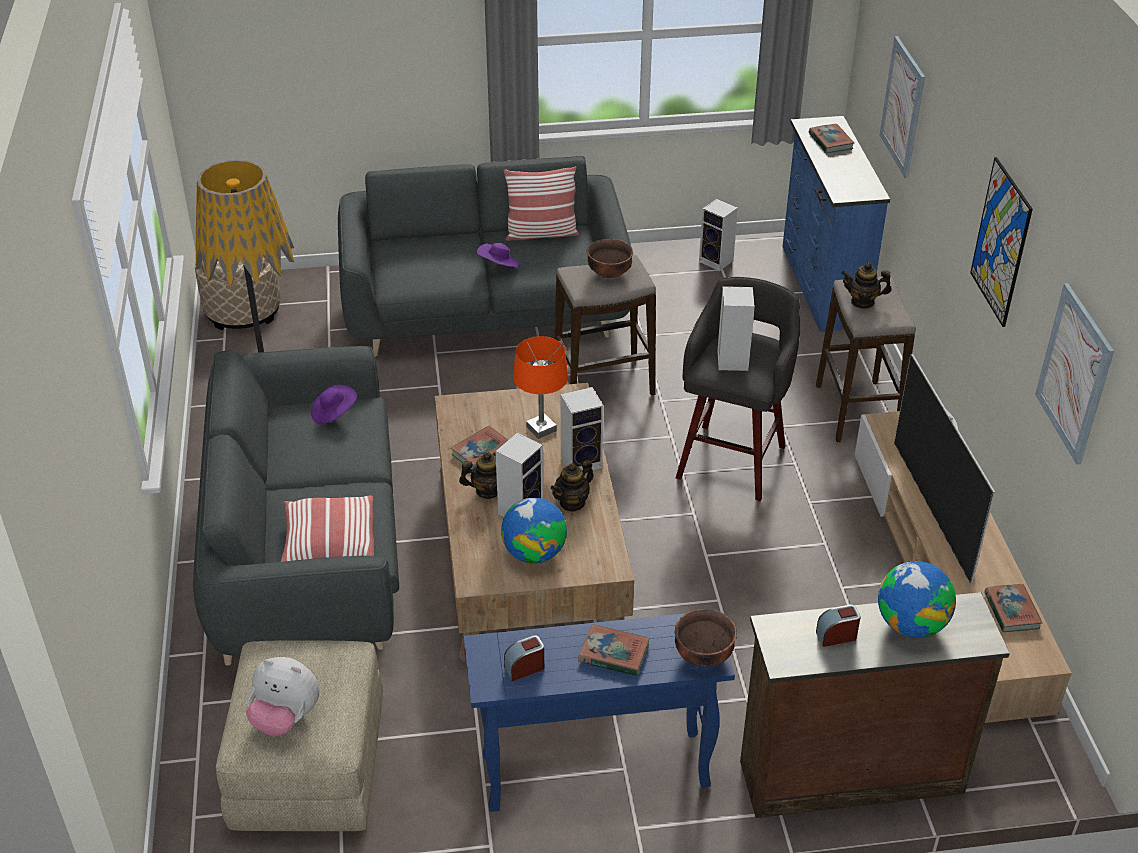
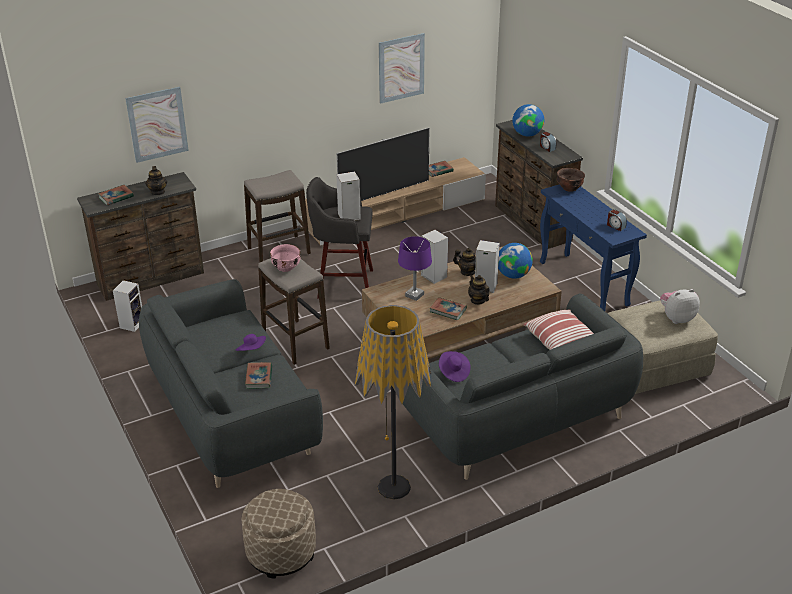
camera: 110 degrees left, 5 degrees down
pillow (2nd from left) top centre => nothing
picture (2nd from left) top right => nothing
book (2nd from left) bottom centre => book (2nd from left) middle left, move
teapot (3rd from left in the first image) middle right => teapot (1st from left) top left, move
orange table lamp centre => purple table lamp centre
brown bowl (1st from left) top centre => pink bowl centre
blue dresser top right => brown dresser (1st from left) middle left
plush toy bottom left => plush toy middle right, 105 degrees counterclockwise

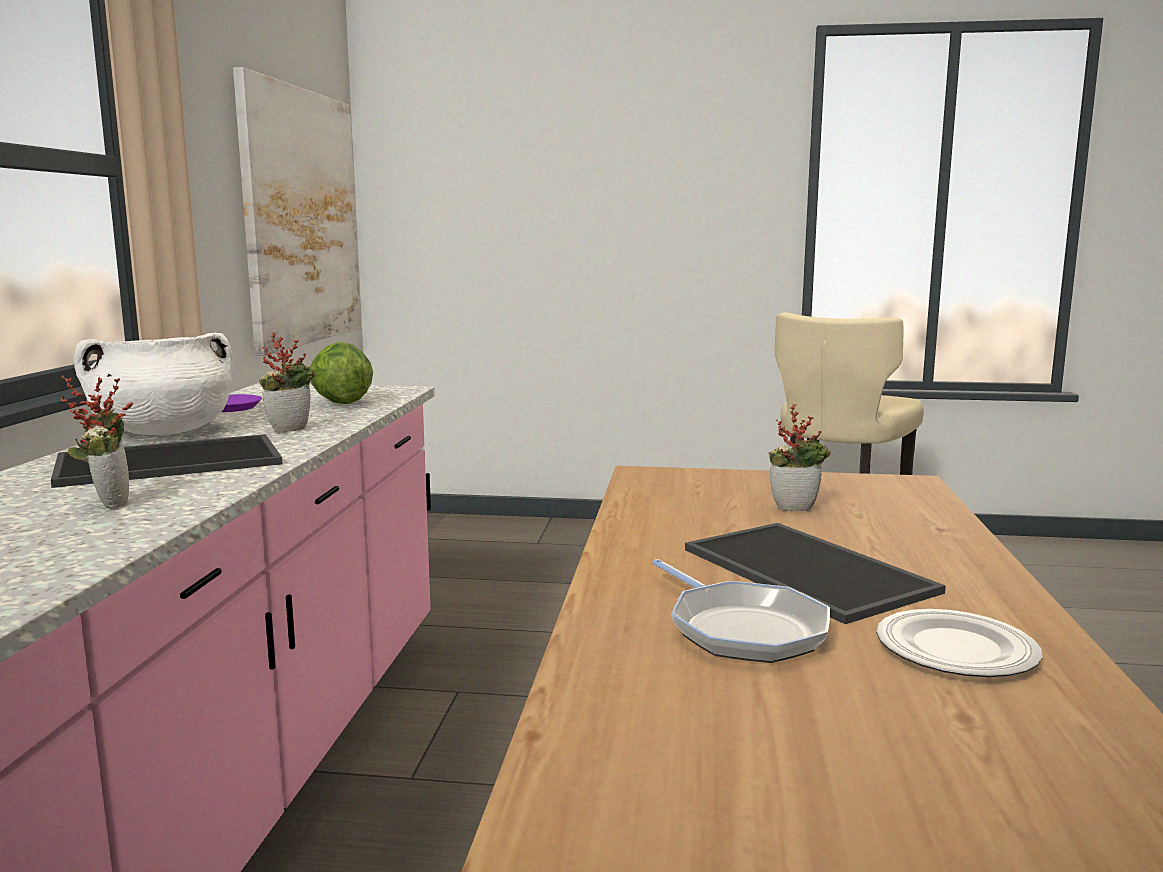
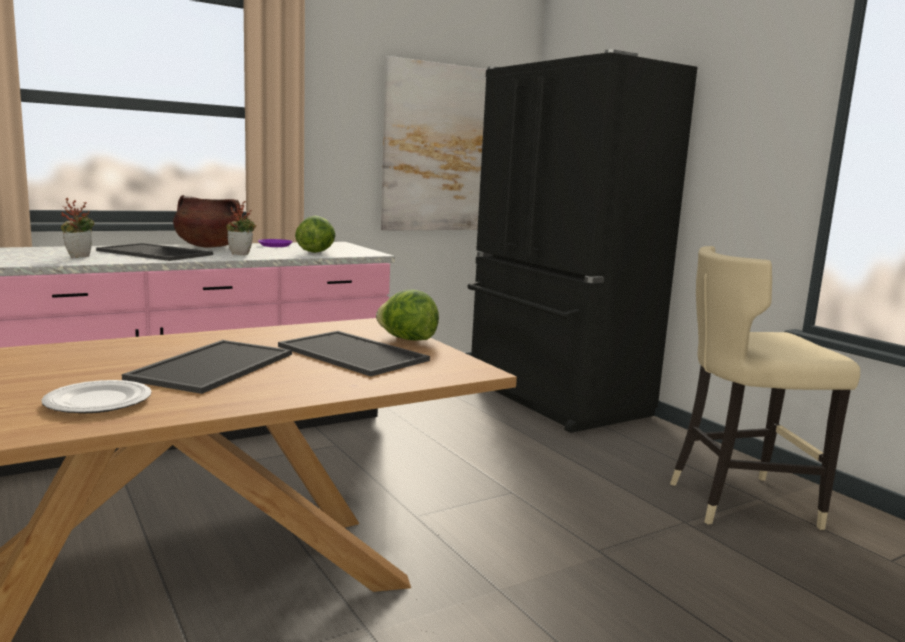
camera: 50 degrees right, 0 degrees up
frying pan bottom centre => nothing
nothing => lettuce (2nd from left) centre
nothing => black fridge centre
potted plant (3rd from left) middle right => tray (3rd from left) centre
white cooking pot middle left => brown cooking pot middle left

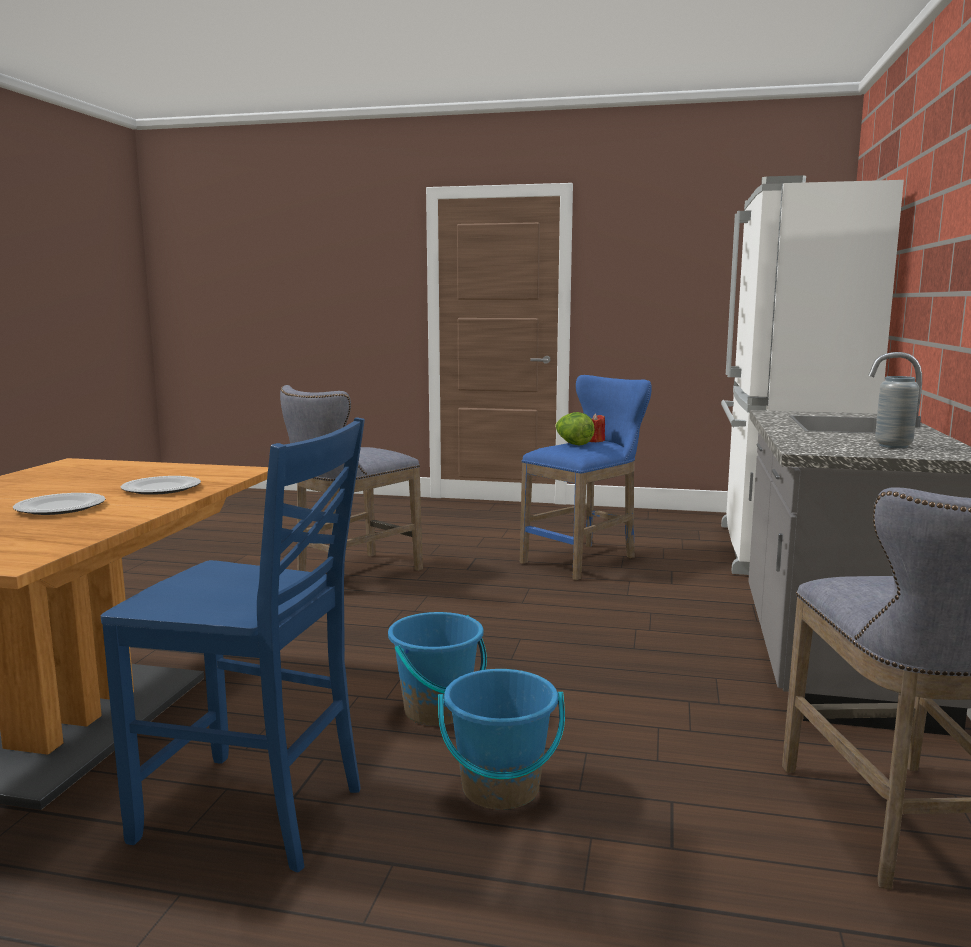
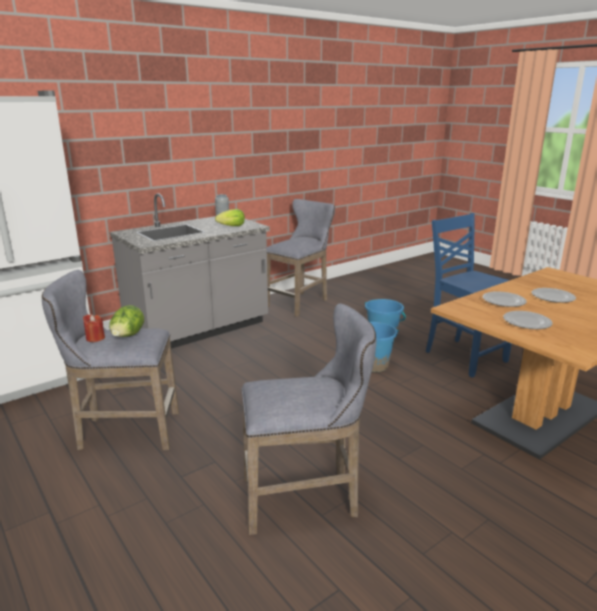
camera: 140 degrees left, 10 degrees up
nothing => lettuce (2nd from left) centre
nothing => plate (2nd from left) middle right
blue stool centre => grey stool (1st from left) middle left

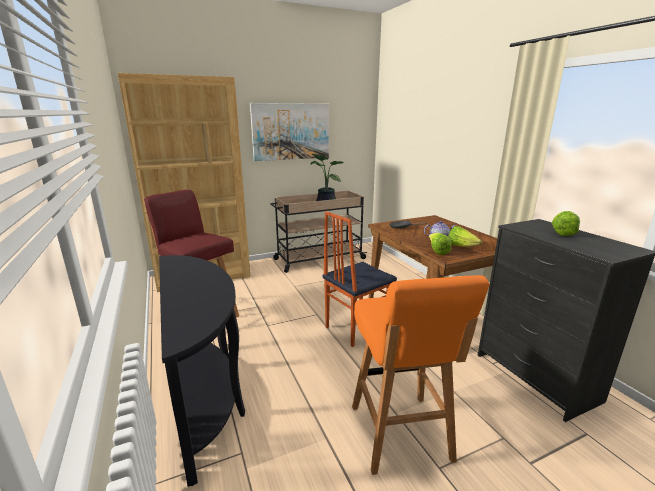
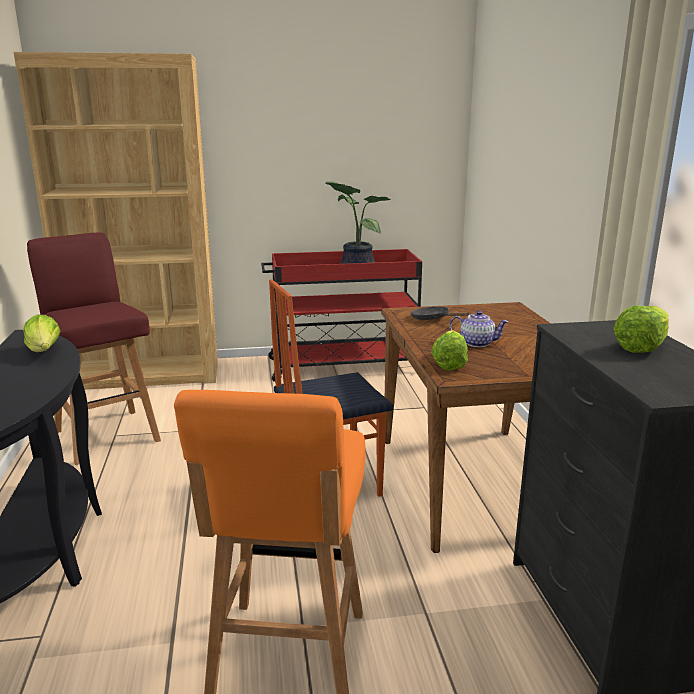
camera: 15 degrees right, 0 degrees up
picture top centre => nothing
lettuce (2nd from left in the first image) middle right => lettuce (1st from left) middle left, move
beige cart centre => red cart centre

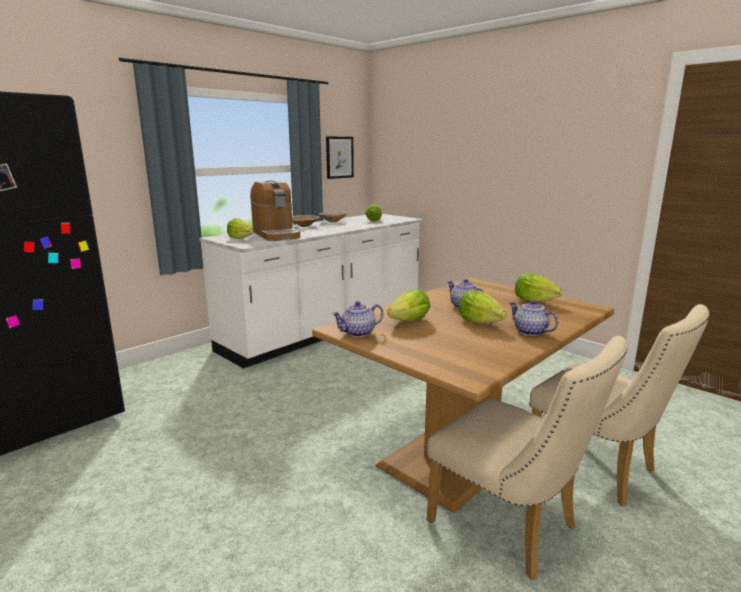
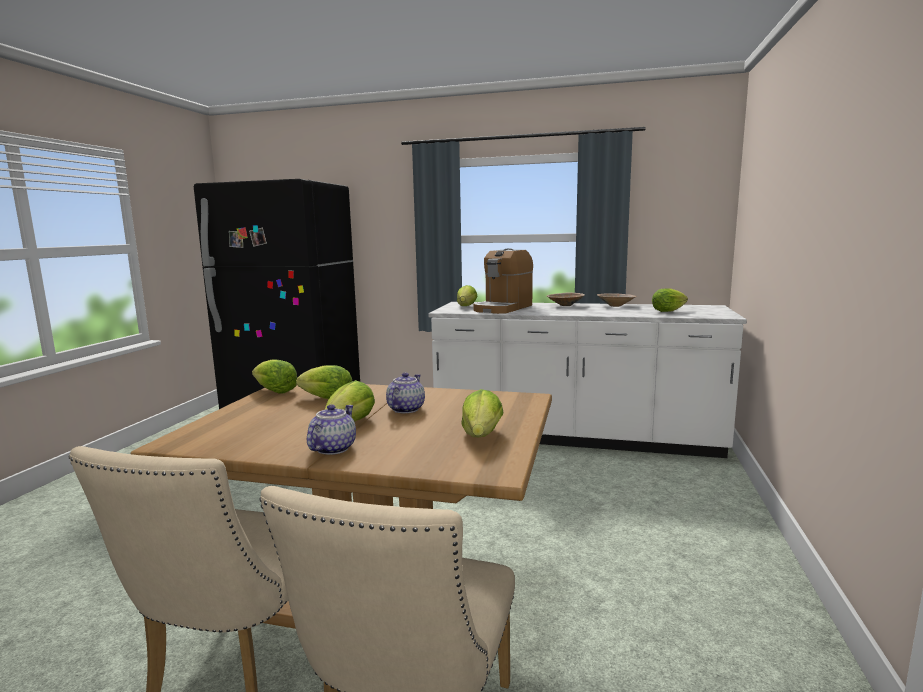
camera: 60 degrees right, 5 degrees down
picture top centre => nothing
teapot (1st from left) centre => lettuce (1st from left) middle left

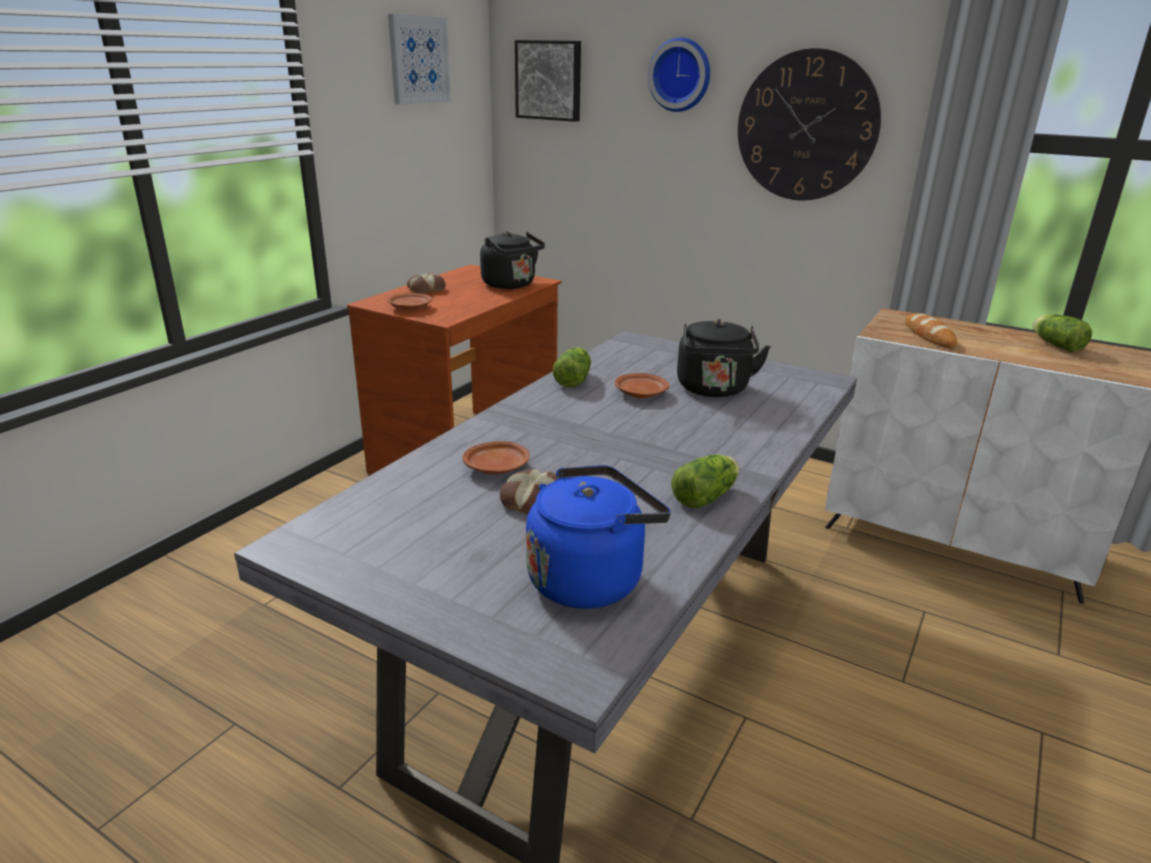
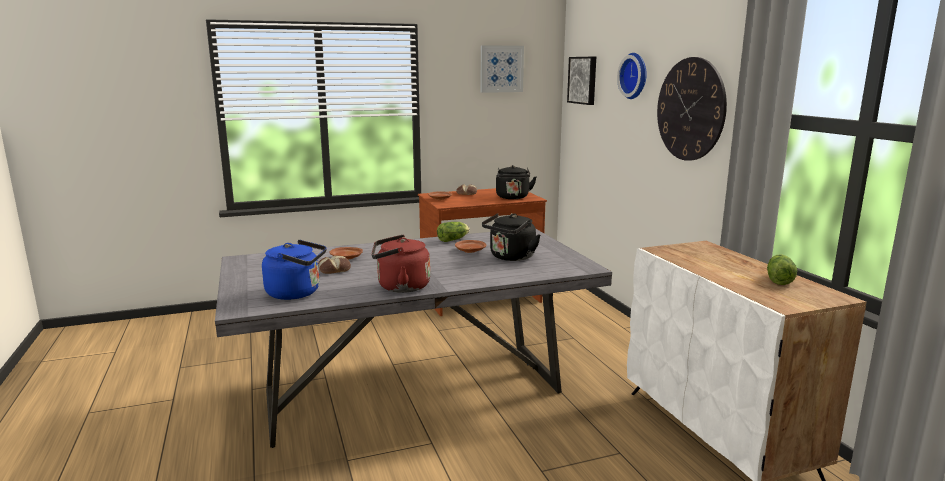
camera: 40 degrees right, 10 degrees down
bread (3rd from left) middle right => nothing
lettuce (2nd from left) centre => red kettle centre

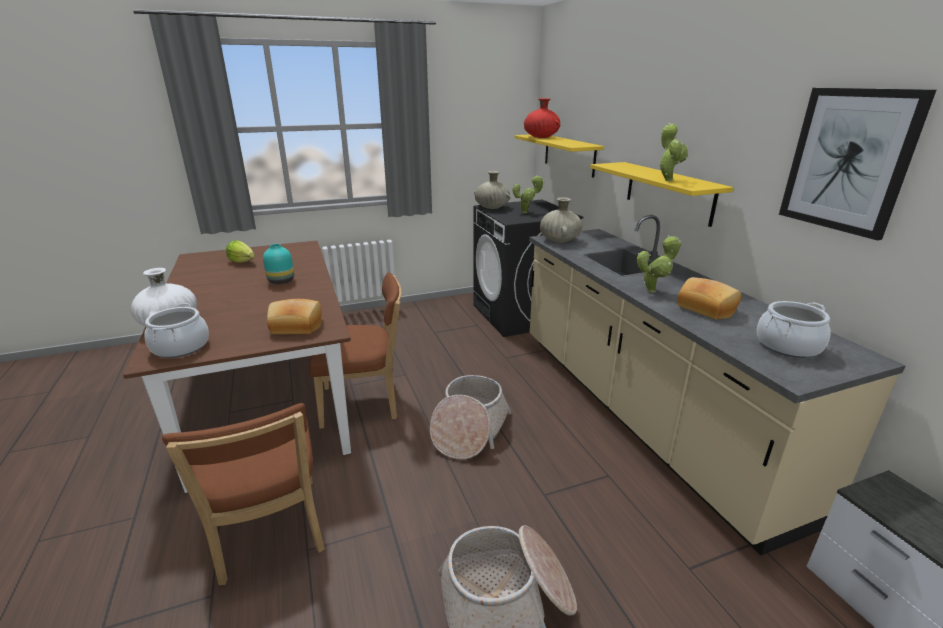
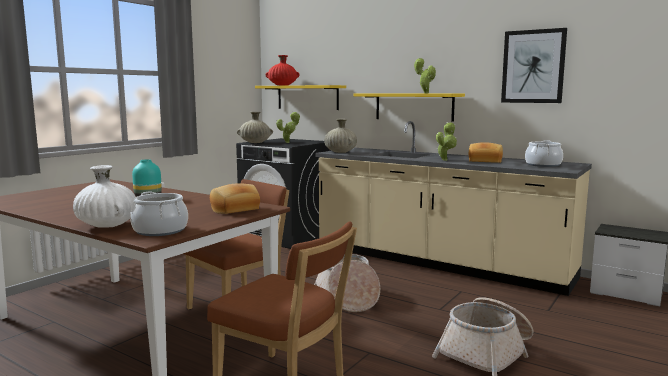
camera: 35 degrees left, 15 degrees down
lettuce middle left => nothing

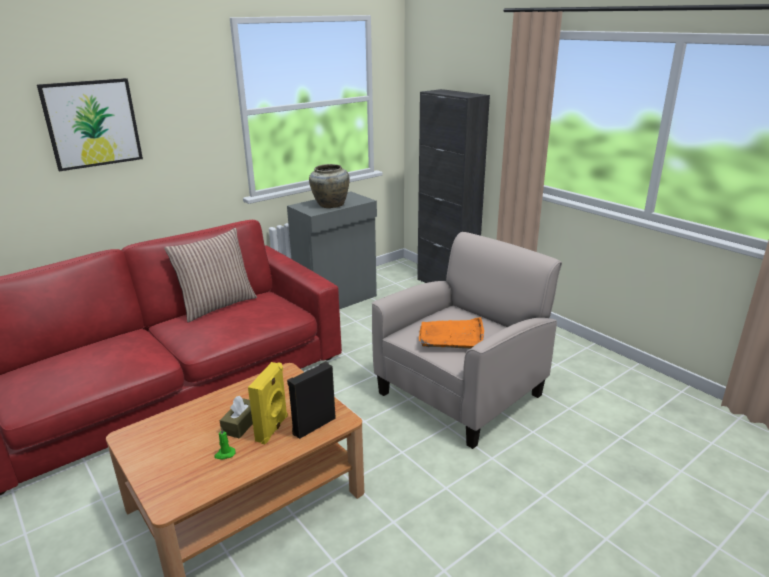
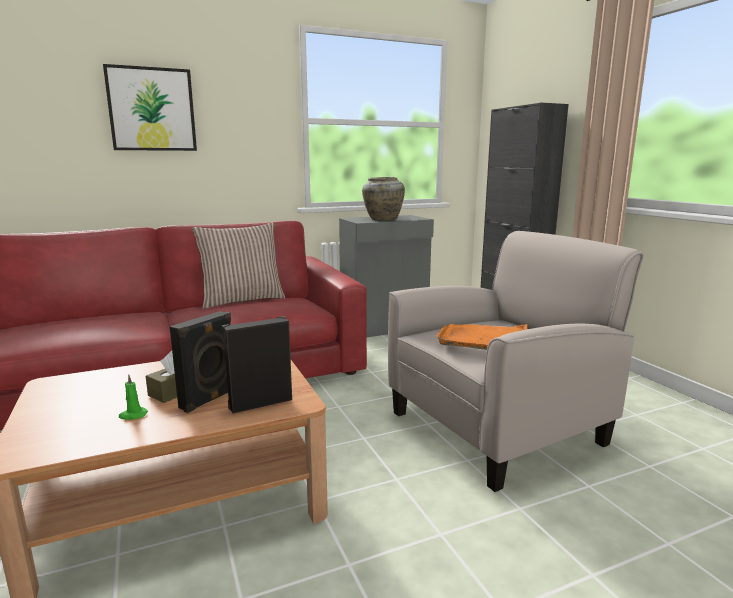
camera: 15 degrees right, 10 degrees down
yellow speaker bottom centre => black speaker (1st from left) middle left

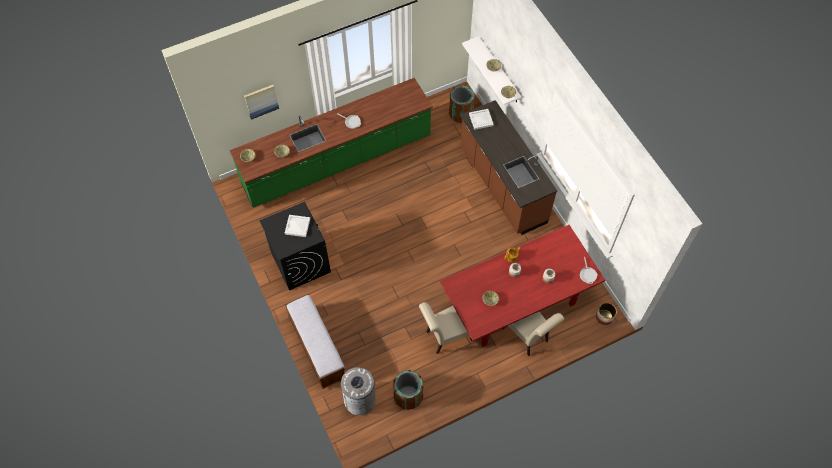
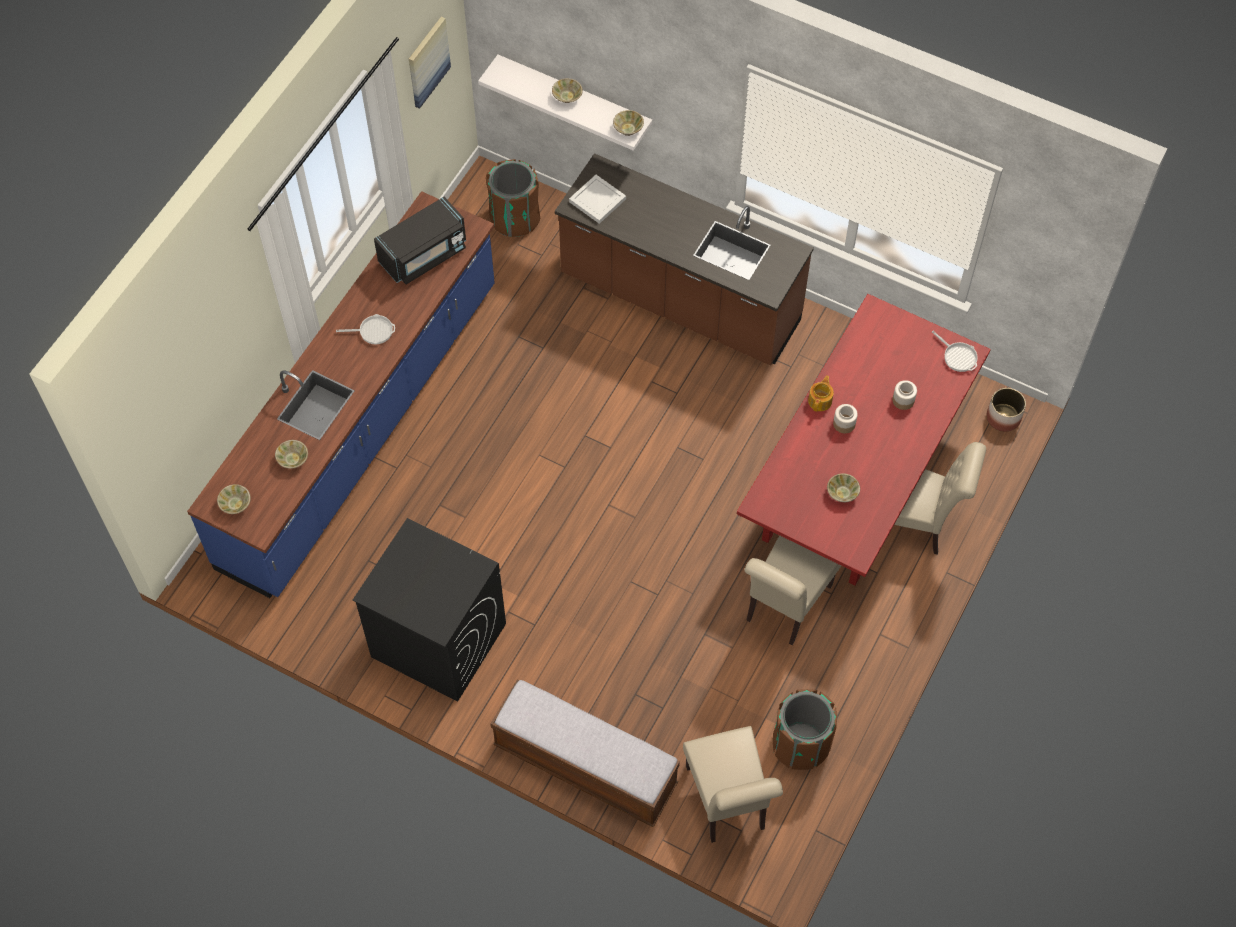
camera: 35 degrees left, 0 degrees up
white tray (1st from left) centre => nothing
nothing => black microwave top centre
picture top left => picture top centre, move
grey trash can bottom centre => beige chair (1st from left) bottom centre
green counter top centre => blue counter middle left

